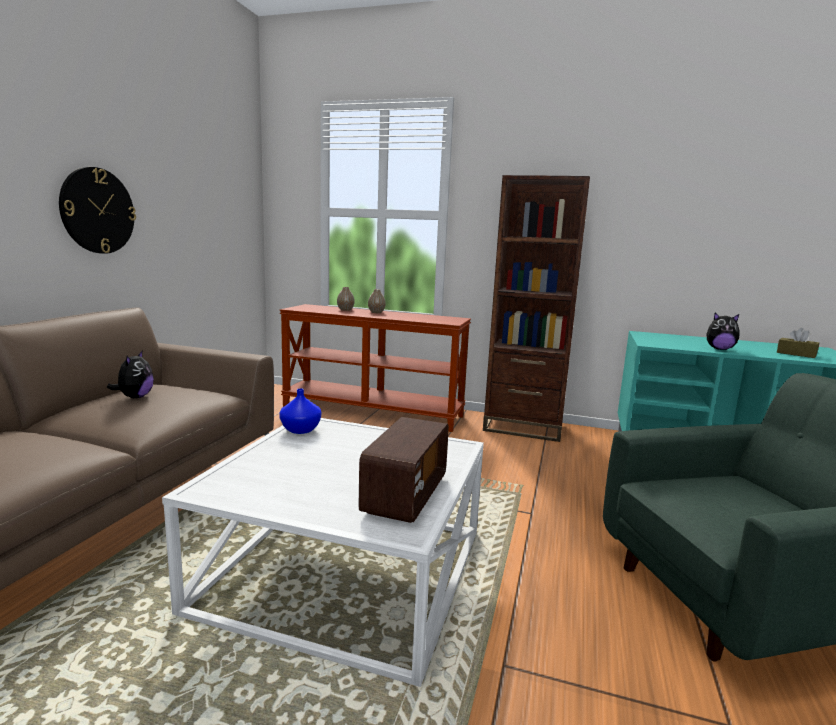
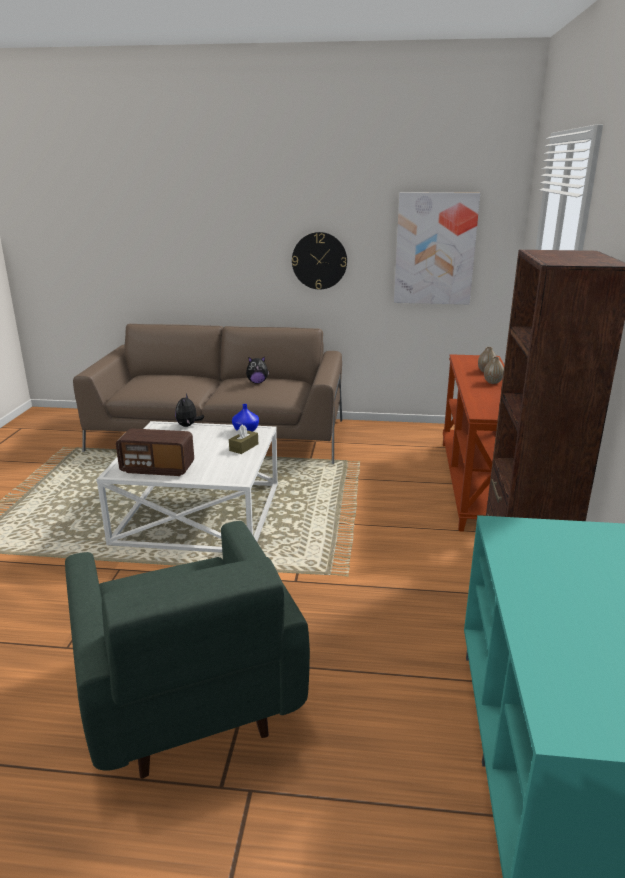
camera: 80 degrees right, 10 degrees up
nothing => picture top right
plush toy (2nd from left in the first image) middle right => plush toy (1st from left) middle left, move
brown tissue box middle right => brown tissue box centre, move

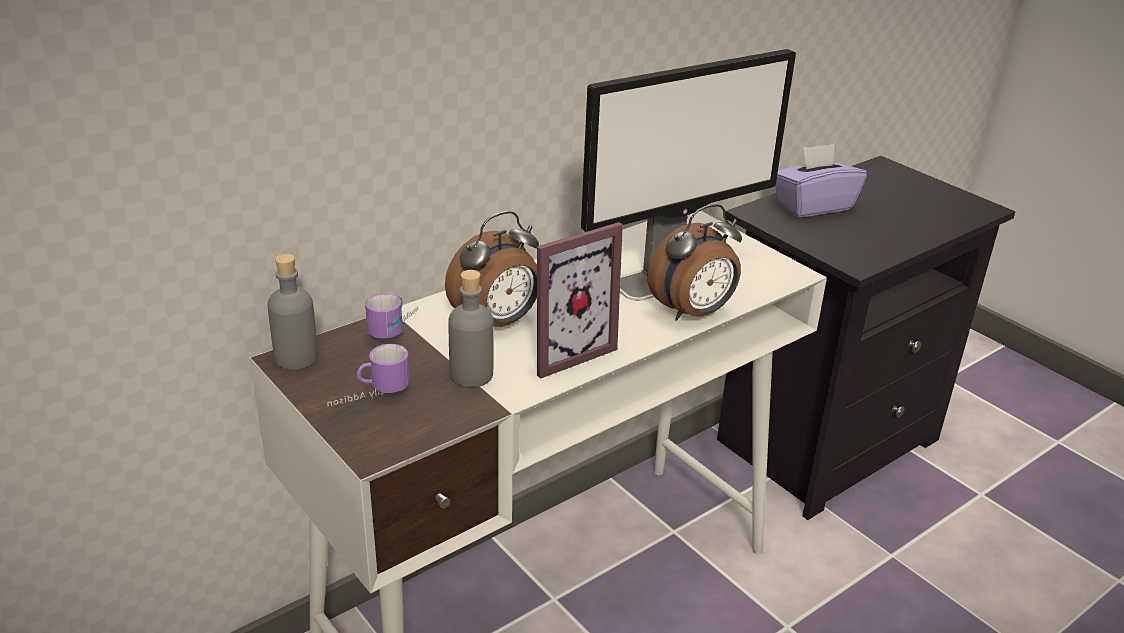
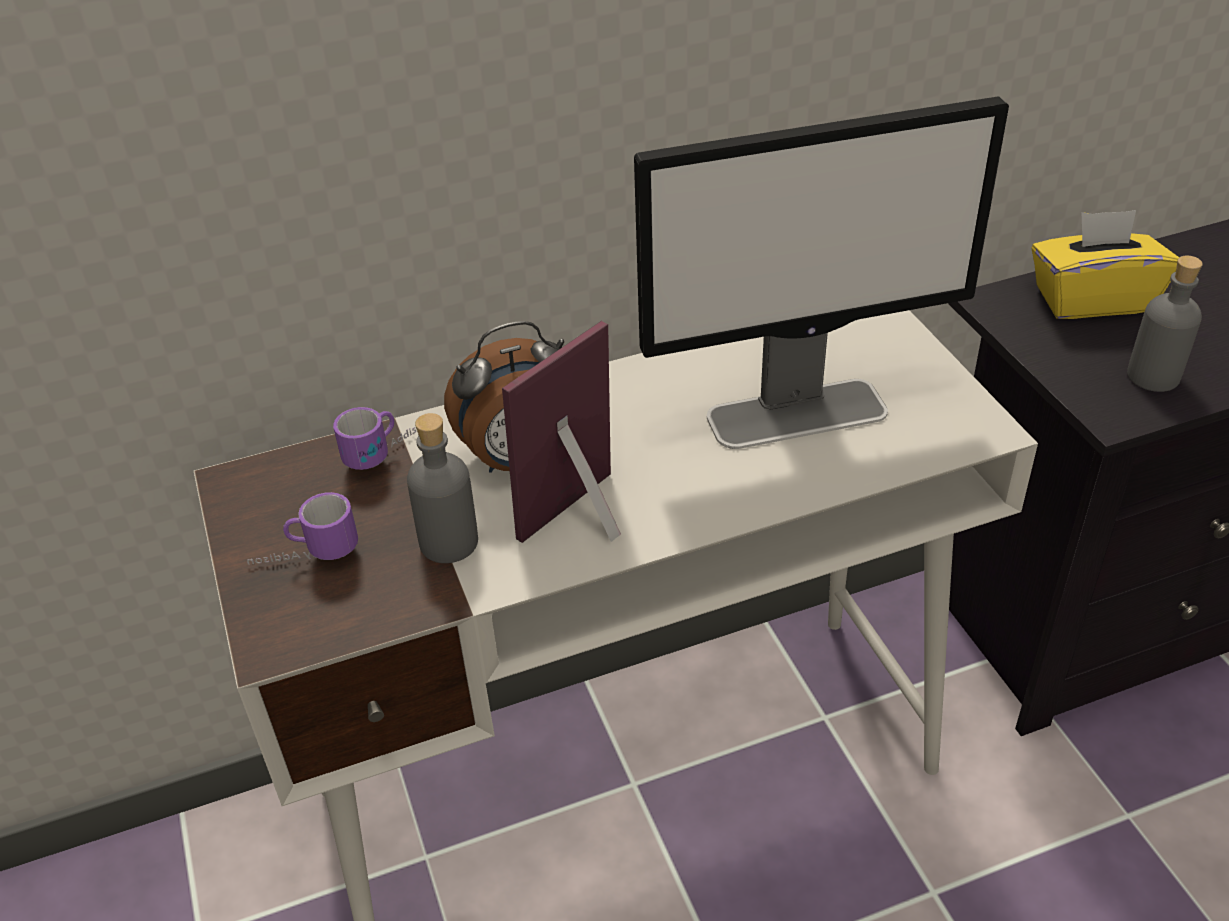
camera: 20 degrees right, 10 degrees up
alarm clock (2nd from left) centre => nothing
grey bottle (1st from left in the first image) middle left => grey bottle (2nd from left) middle right, move
purple tissue box top right => yellow tissue box top right
picture frame centre, 150 degrees clockwise

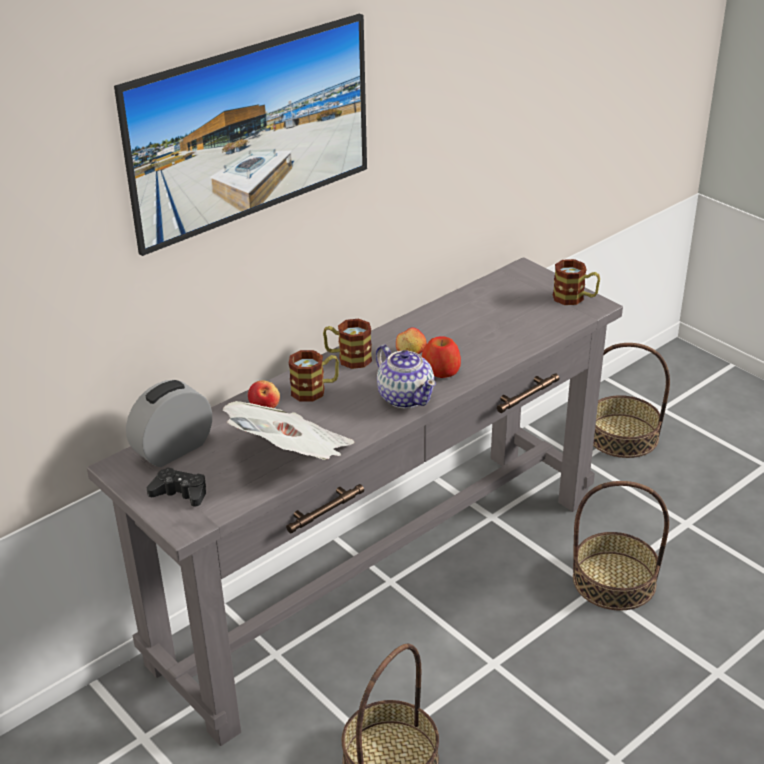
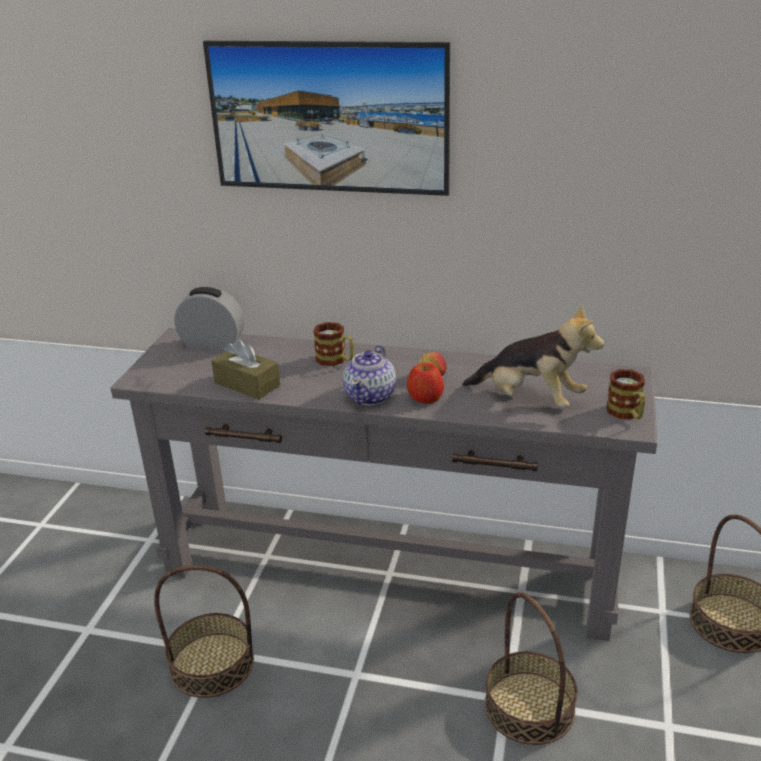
camera: 55 degrees right, 5 degrees down
black game controller middle left => nothing
apple (1st from left) centre => nothing
mug (2nd from left) centre => nothing
nothing => plush toy middle right
newspaper centre => brown tissue box middle left

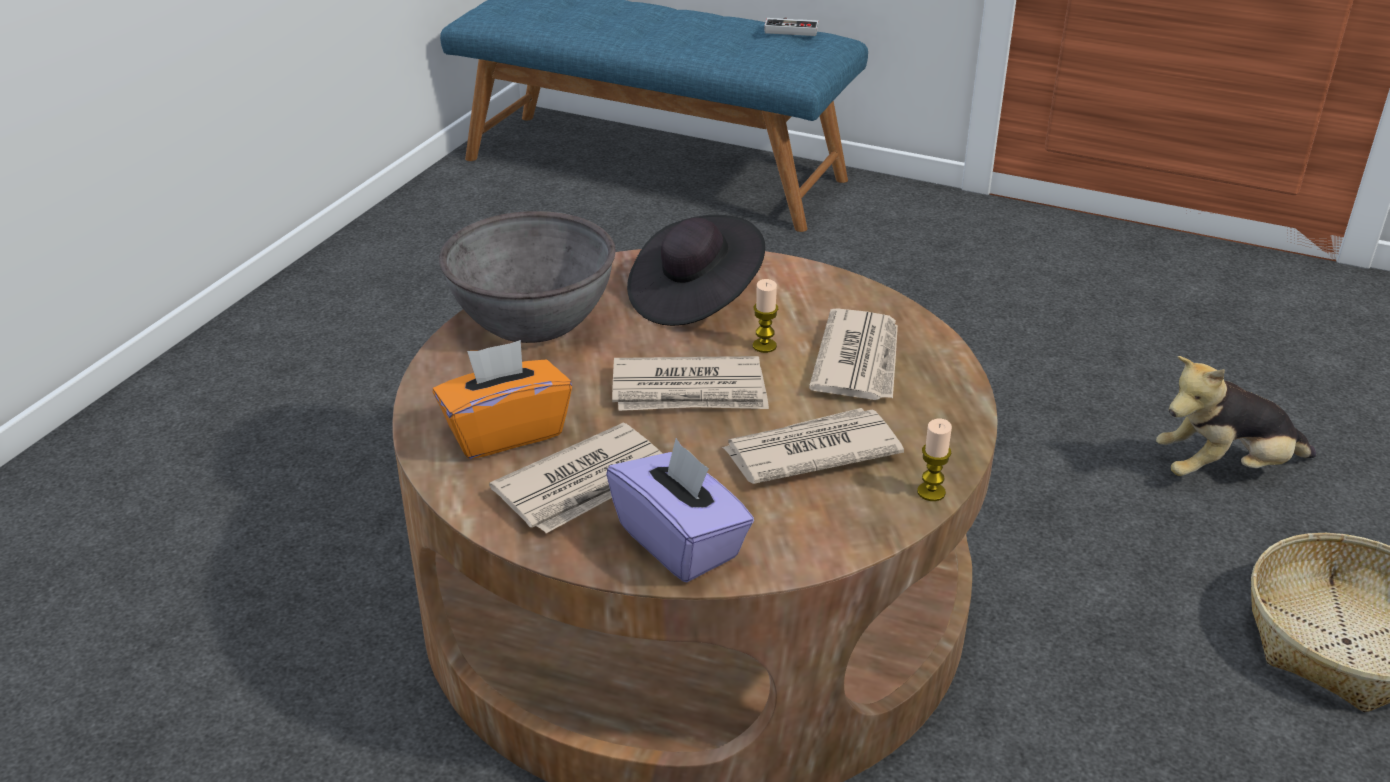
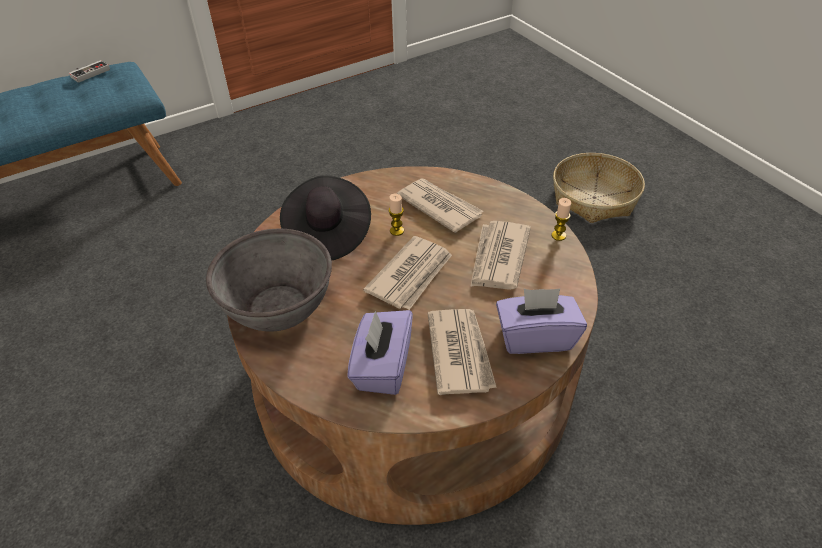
camera: 55 degrees left, 10 degrees up
plush toy middle right => nothing
orange tissue box centre => purple tissue box (1st from left) centre

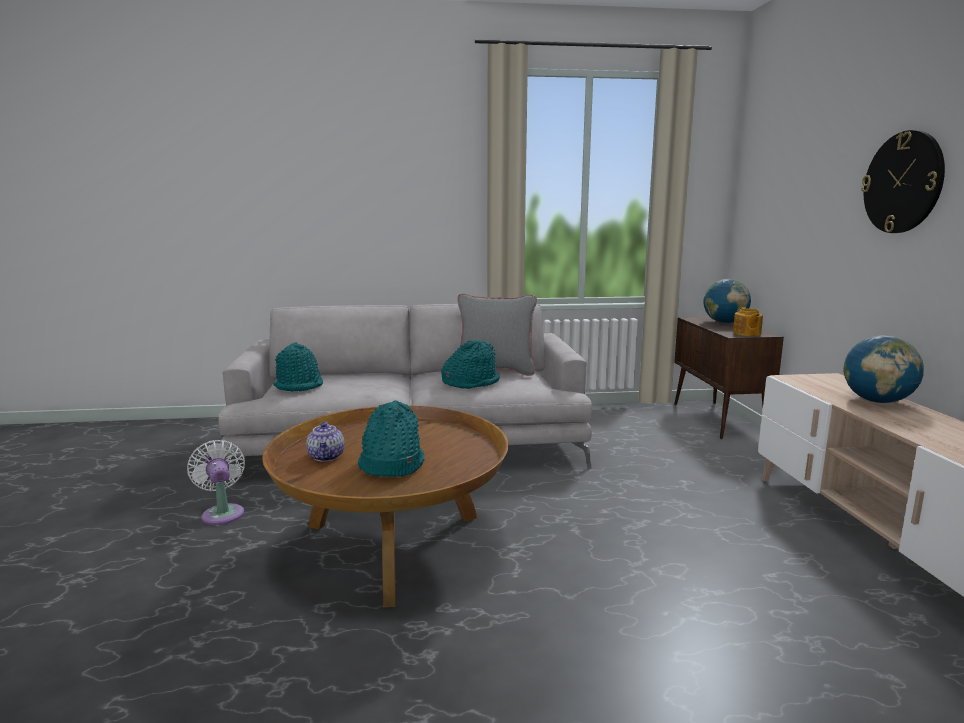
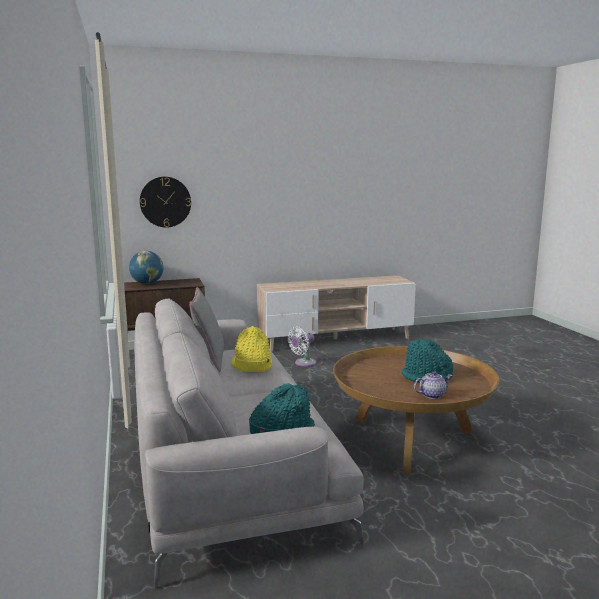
camera: 100 degrees left, 0 degrees up
teapot (2nd from left) middle right => nothing
globe (2nd from left) middle right => nothing
white fan bottom left => white fan centre, move
wall clock top right => wall clock middle left, move
turquoise hat (3rd from left) centre => yellow hat centre

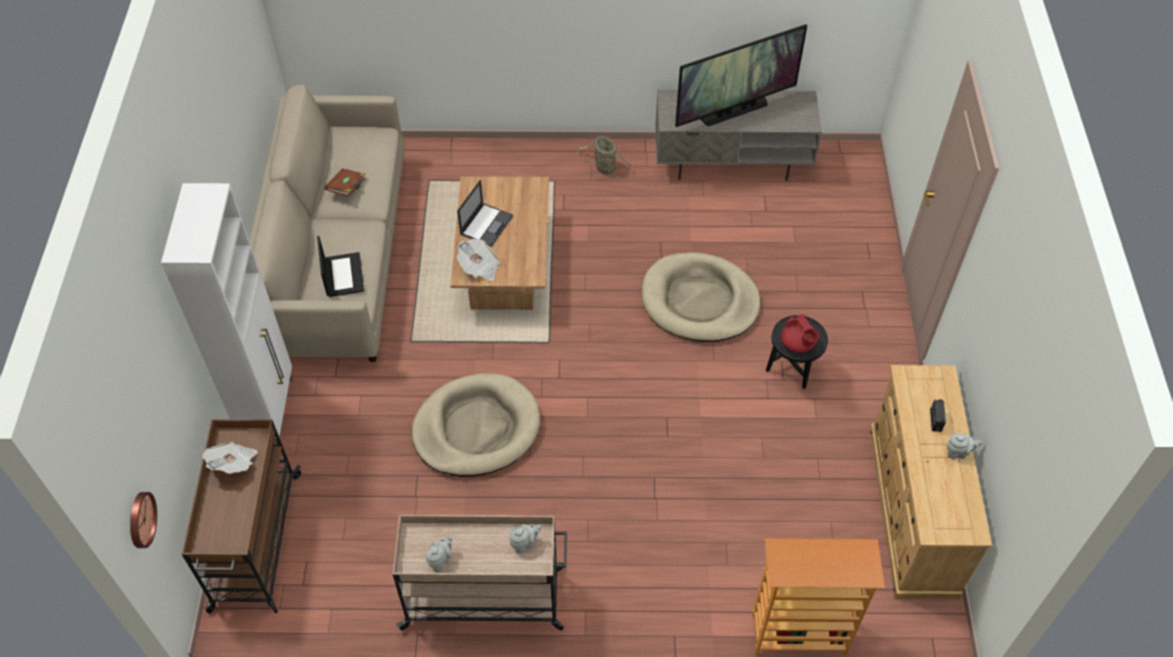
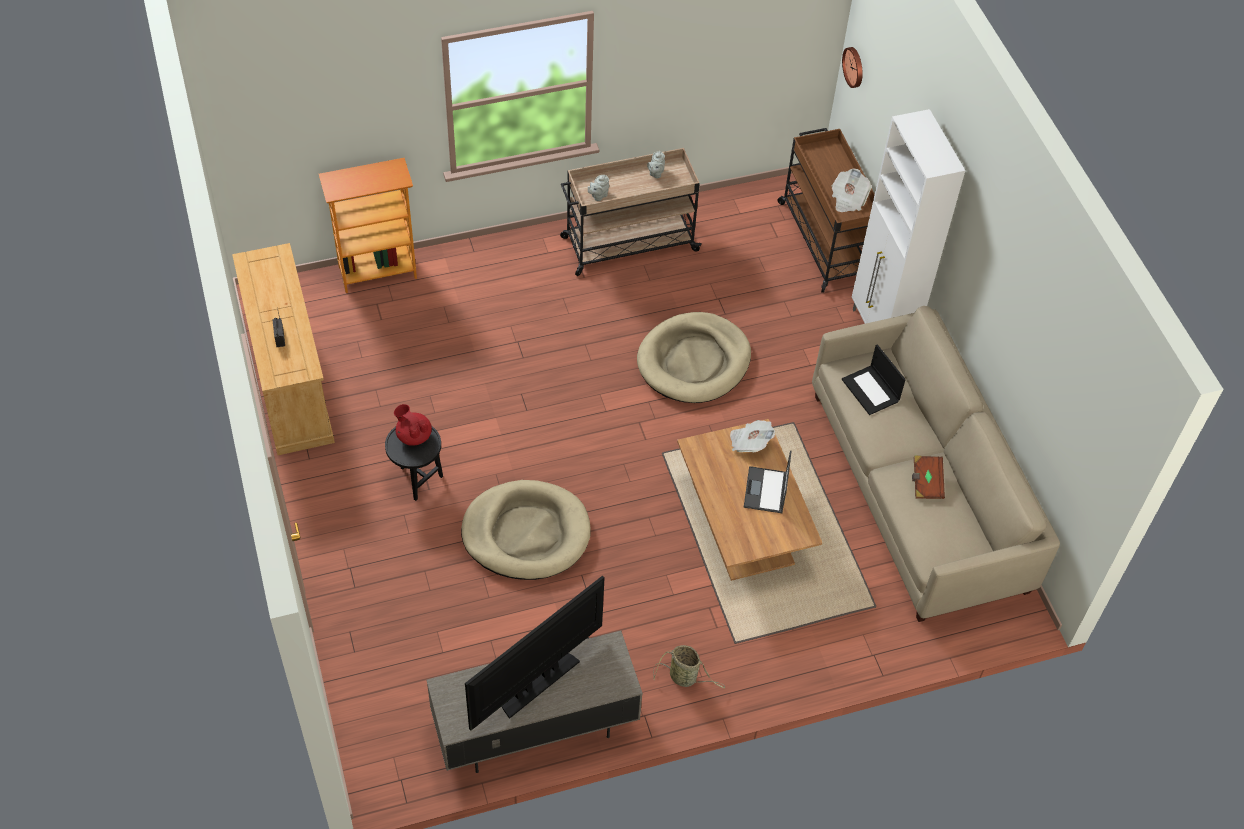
camera: 160 degrees right, 0 degrees up
grey teapot (3rd from left) bottom right => nothing

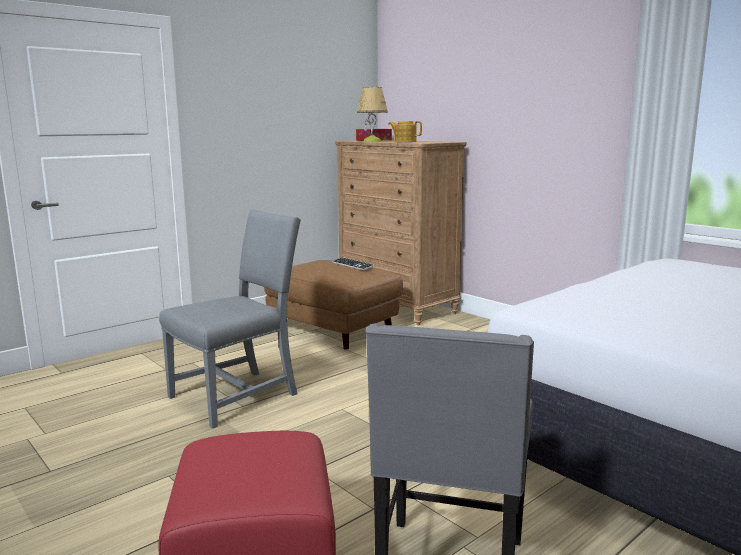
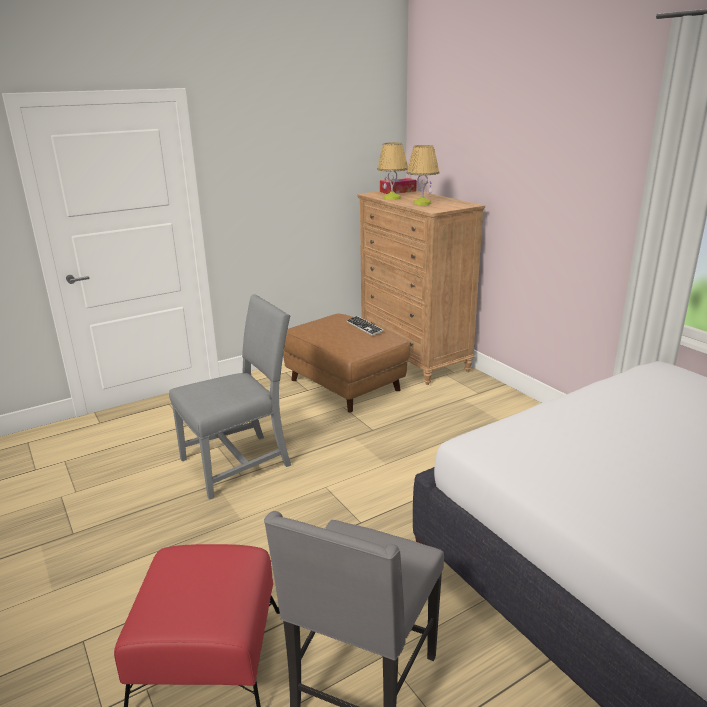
camera: 10 degrees right, 10 degrees up
teapot top centre => table lamp (2nd from left) top centre

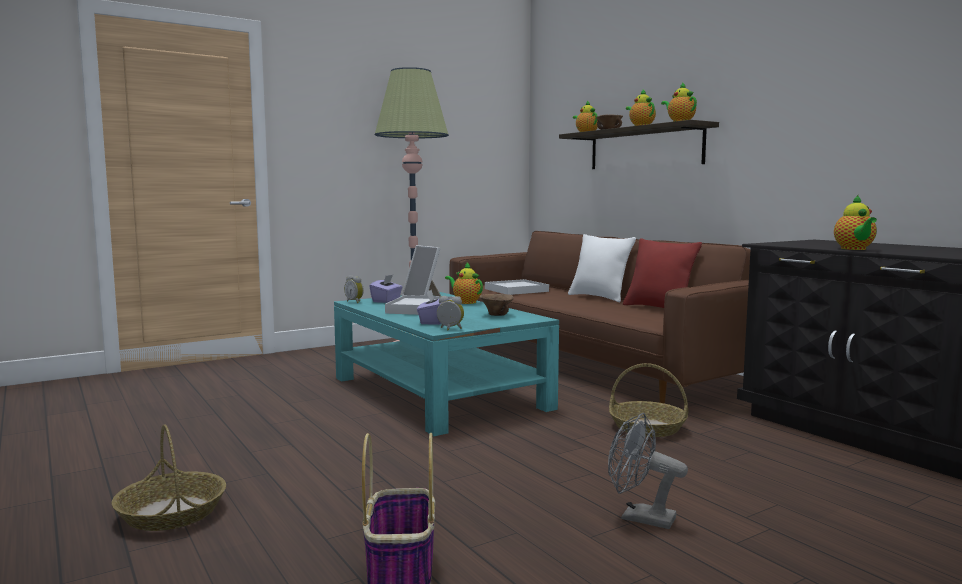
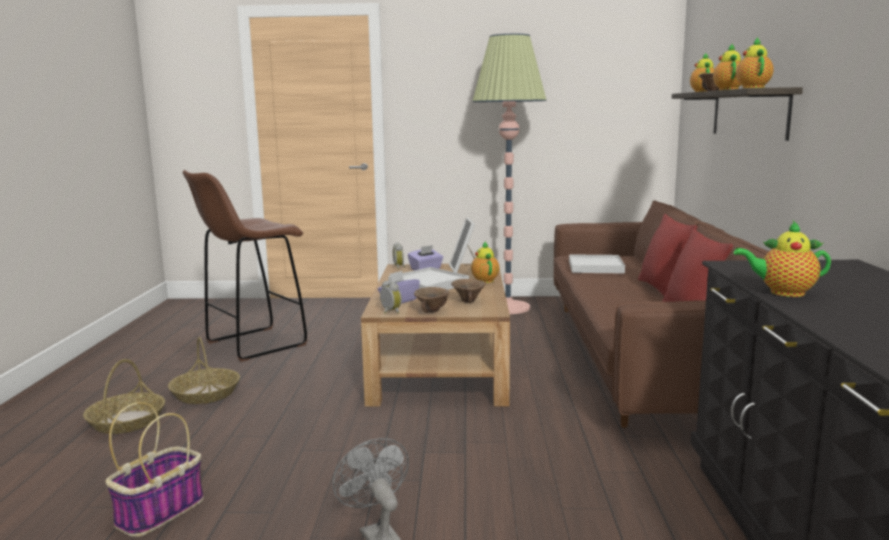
camera: 35 degrees right, 5 degrees up
nothing => brown stool middle left
nothing => brown bowl (1st from left) centre
basket (3rd from left) bottom right => basket (3rd from left) bottom left, move
turquoise coffee table centre => brown coffee table centre
white pillow centre => red pillow (1st from left) middle right
teapot (5th from left) middle right, 60 degrees clockwise

